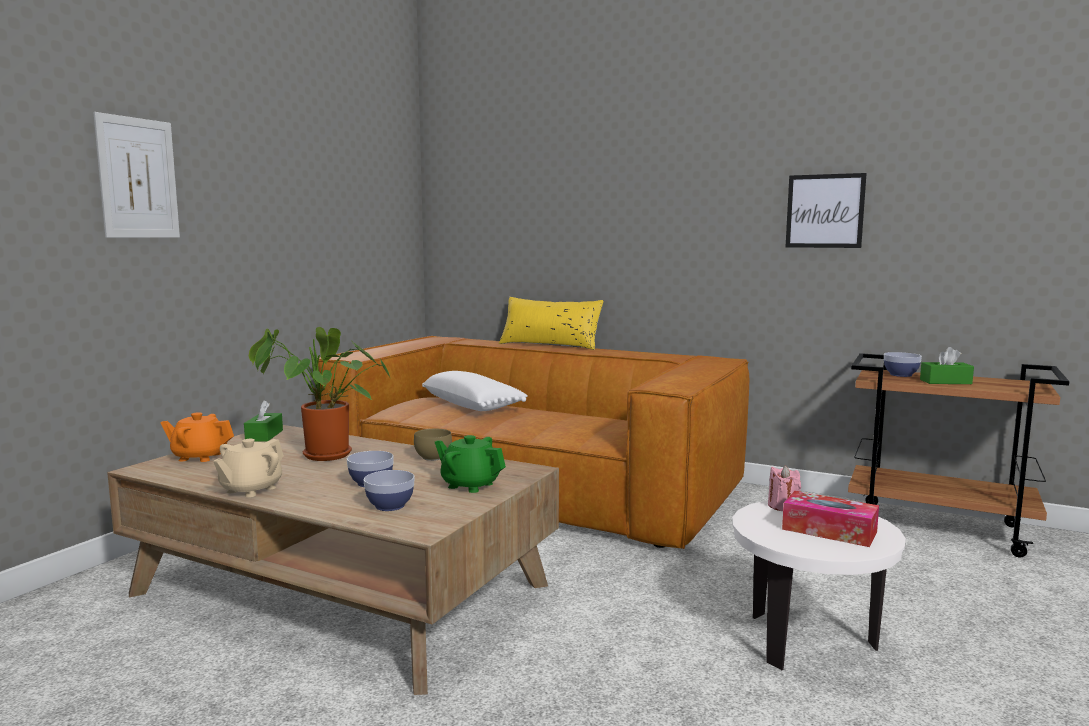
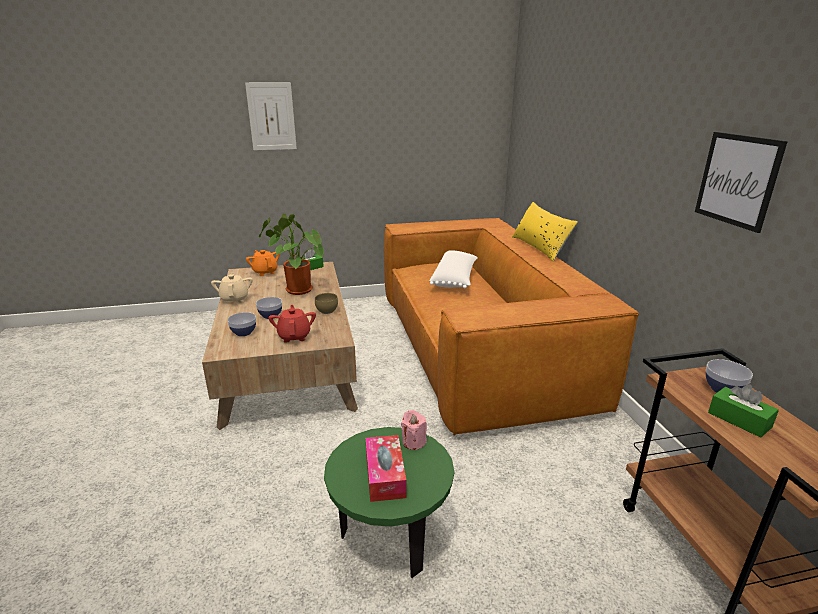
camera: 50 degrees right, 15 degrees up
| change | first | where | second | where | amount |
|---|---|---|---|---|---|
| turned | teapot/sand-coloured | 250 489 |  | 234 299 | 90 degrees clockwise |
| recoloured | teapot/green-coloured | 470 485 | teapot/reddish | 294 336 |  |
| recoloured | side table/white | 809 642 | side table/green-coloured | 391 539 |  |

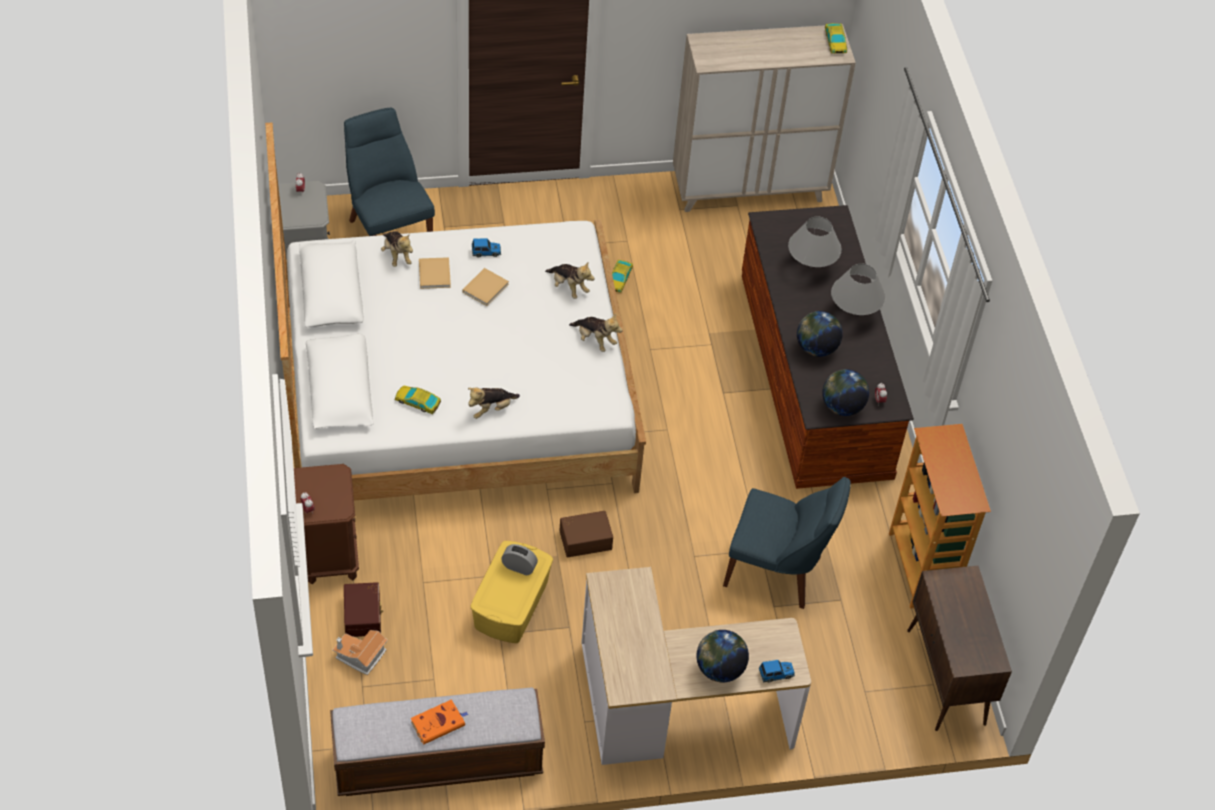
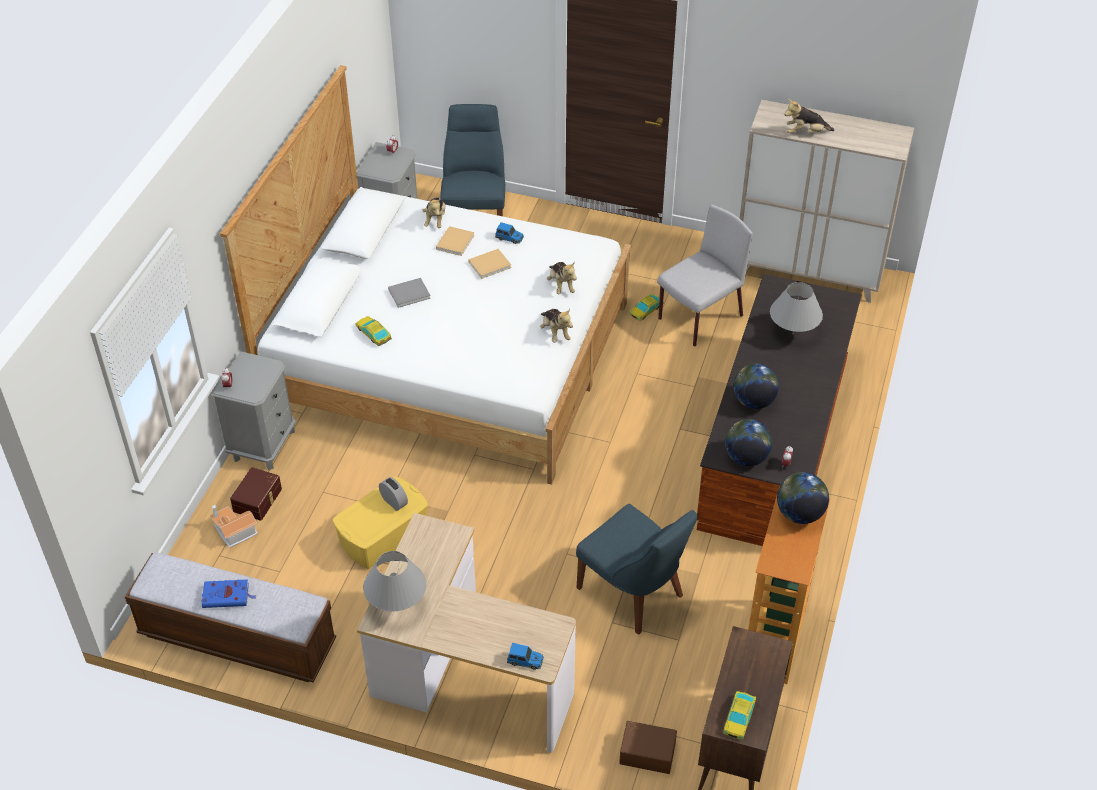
camera: 30 degrees right, 5 degrees down
| change | first | where | second | where | amount |
|---|---|---|---|---|---|
| recoloured | bound book/orangey | 439 723 | bound book/bluish | 227 596 |  |
| recoloured | night table/brown | 329 555 | night table/greyish | 263 445 |  |
| moved | lamp for a table/greyish | 853 314 |  | 397 605 |  |
| added |  |  | bound book/greyish | 410 293 |  |
| moved | storage container/brown | 585 539 |  | 647 752 |  |
| added |  |  | chair/greyish | 699 318 |  |
| moved | model car | 835 41 |  | 739 718 |  |
| moved | globe | 719 669 |  | 799 514 |  |
| moved | cuddly toy | 491 409 |  | 805 133 |  |

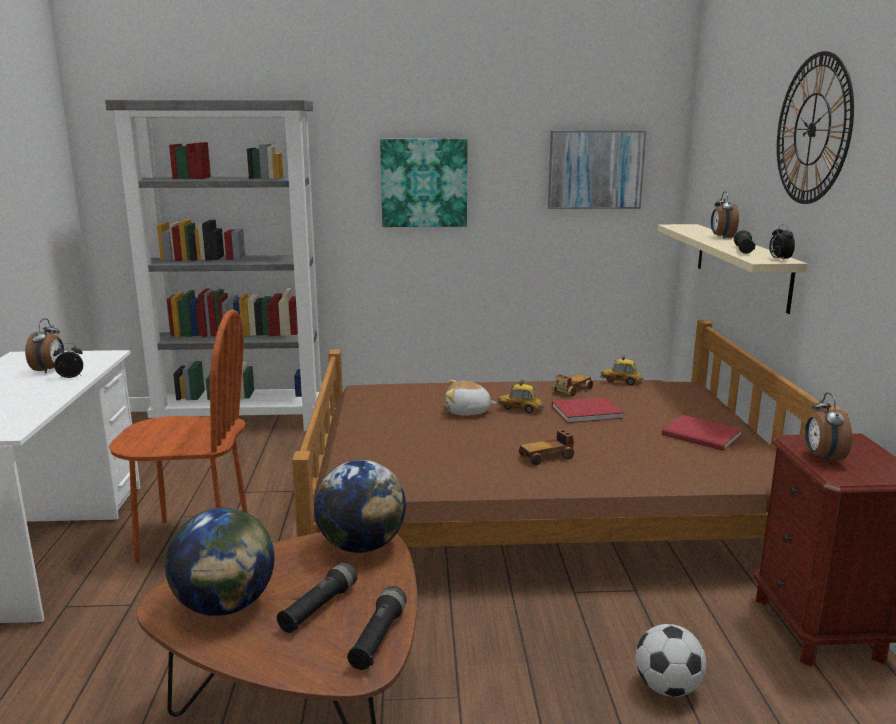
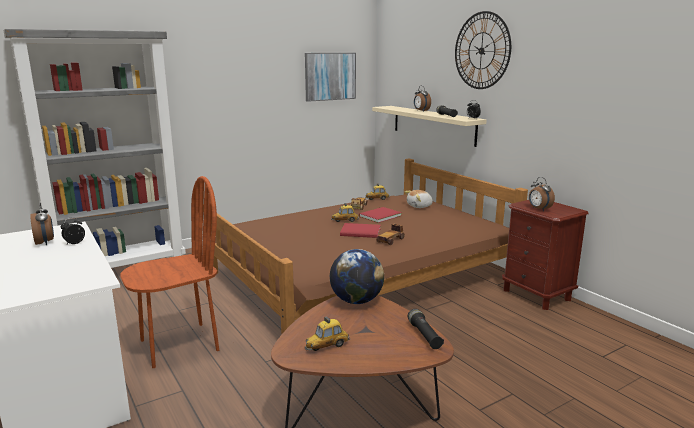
camera: 30 degrees left, 0 degrees up
| change | first | where | second | where | amount |
|---|---|---|---|---|---|
| replaced | globe | 225 606 | model car | 327 346 |  |
| moved | bound book/reddish | 702 436 |  | 361 232 |  |
| moved | cuddly toy | 468 412 |  | 419 206 |  |
| removed | torch/blackish | 318 608 |  |  |  |
| removed | wall picture | 424 183 |  |  |  |
| removed | football ball | 667 688 |  |  |  |

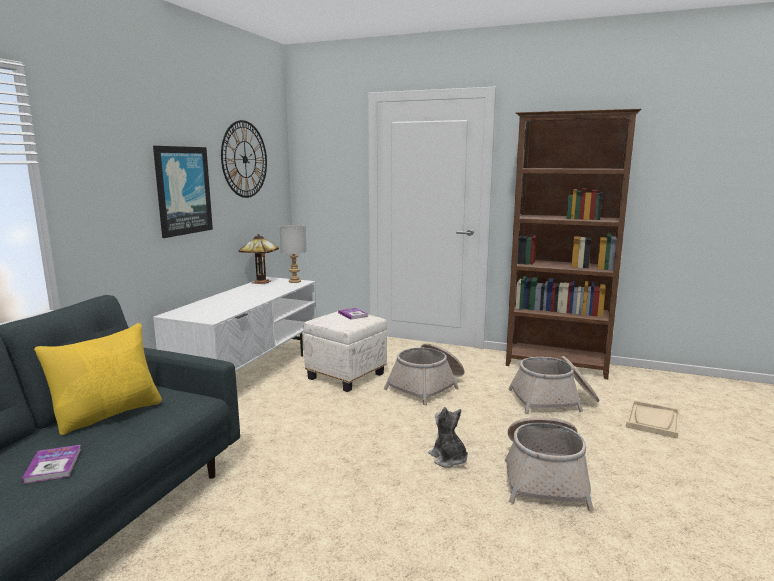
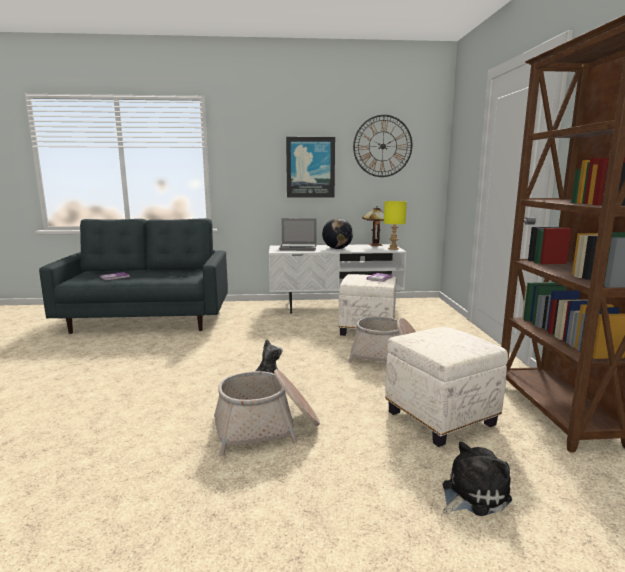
camera: 65 degrees right, 0 degrees up
| change | first | where | second | where | amount |
|---|---|---|---|---|---|
| added |  |  | laptop | 299 248 |  |
| added |  |  | globe | 337 248 |  |
| recoloured | lamp for a table/greyish | 294 281 | lamp for a table/yellow-coloured | 393 249 |  |
| replaced | storage basket | 554 400 | ottoman/white | 440 419 |  |
| replaced | carrying tray/sand-coloured | 653 420 | cuddly toy | 472 494 |  |
| removed | throw pillow/yellow-coloured | 109 414 |  |  |  |

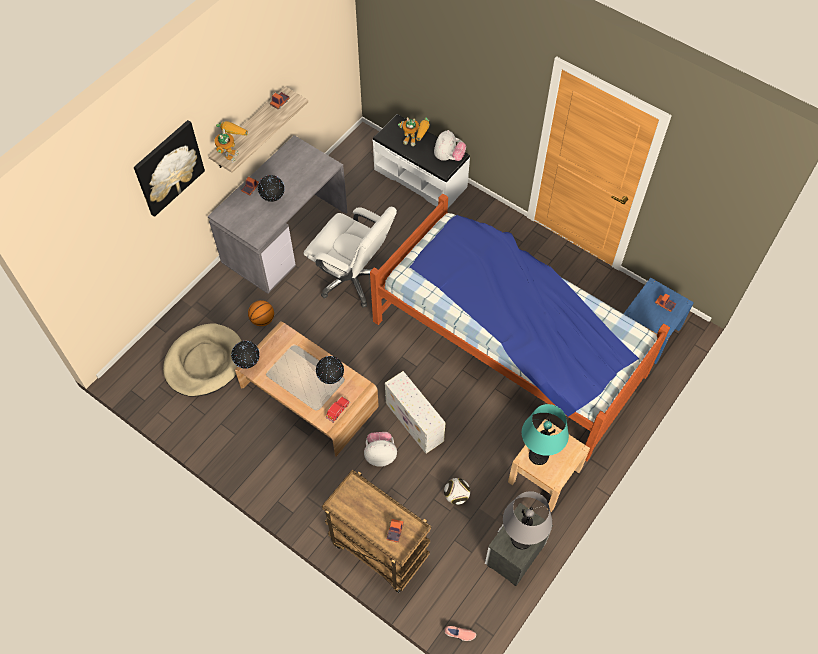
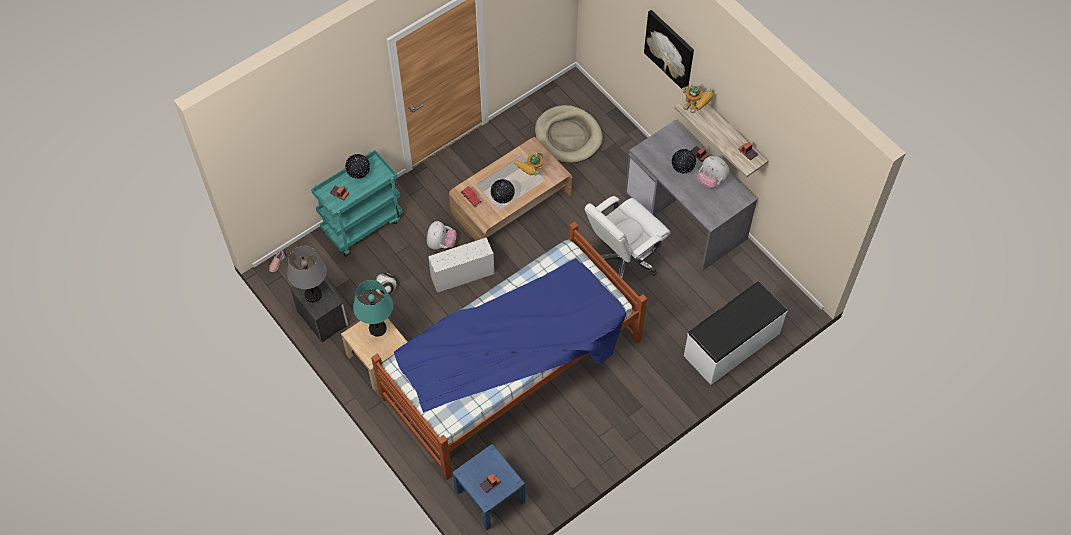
camera: 105 degrees right, 0 degrees up
| change | first | where | second | where | amount |
|---|---|---|---|---|---|
| recoloured | cart/brown | 377 549 | cart/turquoise | 362 225 |  |
| moved | globe | 247 363 |  | 359 175 |  |
| moved | robot figure | 415 141 |  | 531 175 |  |
| moved | cuddly toy | 448 157 |  | 711 181 |  |
| removed | basketball | 262 320 |  |  |  |

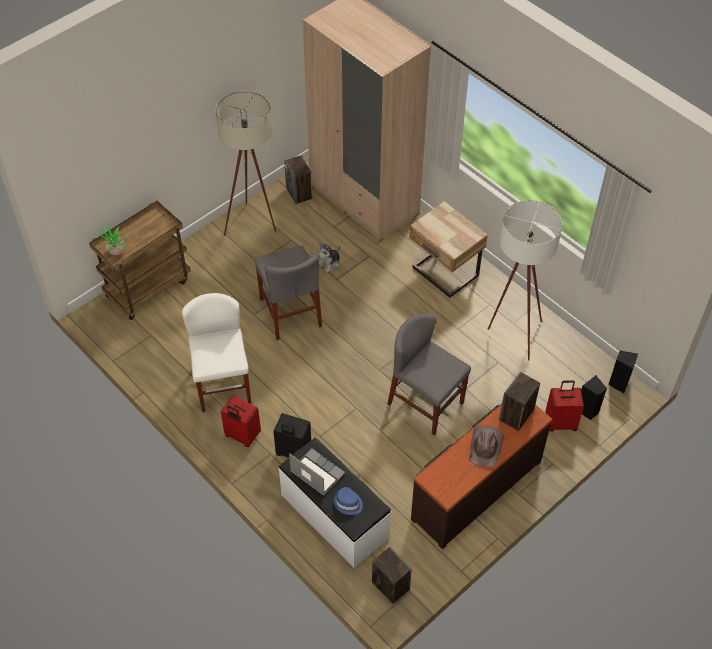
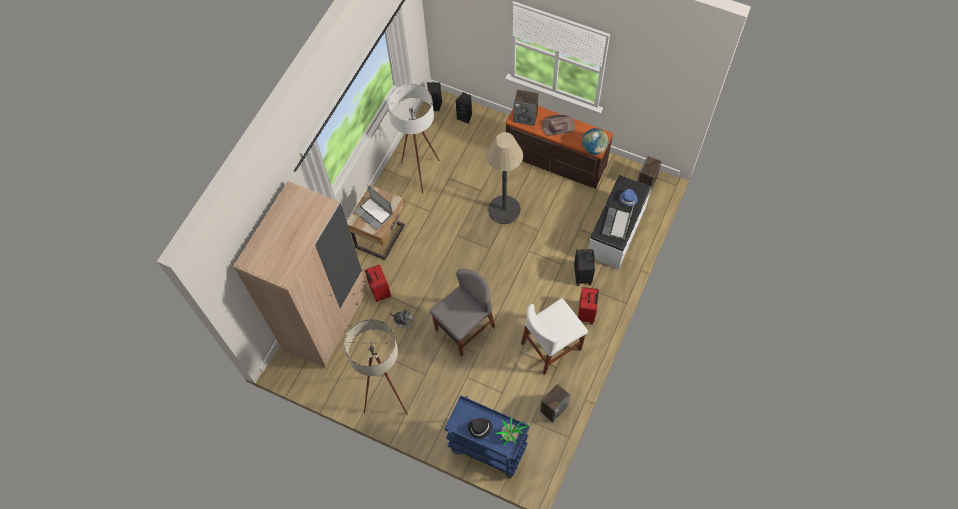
camera: 110 degrees left, 10 degrees up
| change | first | where | second | where | amount |
|---|---|---|---|---|---|
| added |  |  | laptop | 374 213 |  |
| moved | piece of luggage/reddish | 560 422 |  | 379 291 |  |
| recoloured | cart/brown | 148 287 | cart/bluish | 487 448 |  |
| added |  |  | hat/blackish | 480 428 |  |
| replaced | chair/greyish | 425 403 | standing lamp | 504 209 |  |
| moved | audio speaker | 299 193 |  | 554 408 |  |
| added |  |  | globe | 594 148 |  |

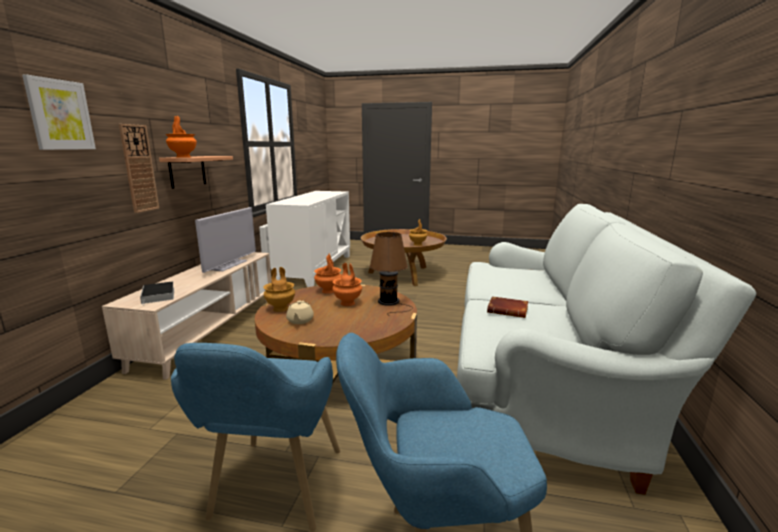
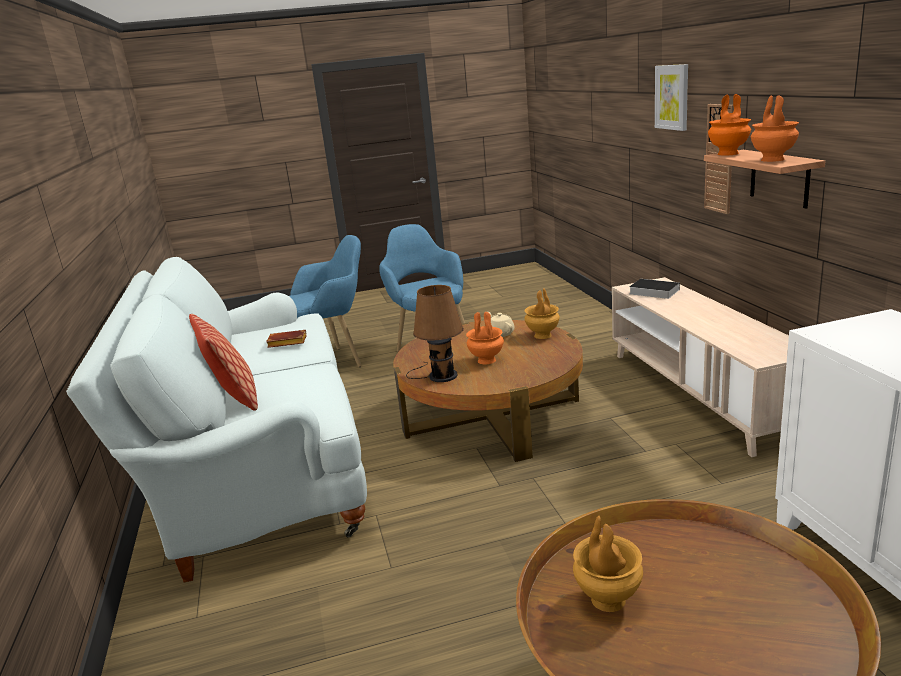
camera: 155 degrees right, 5 degrees up
| change | first | where | second | where | amount |
|---|---|---|---|---|---|
| added |  |  | throw pillow | 233 399 |  |
| moved | decorative vase/orangey | 328 291 |  | 772 159 |  |
| removed | television | 229 265 |  |  |  |

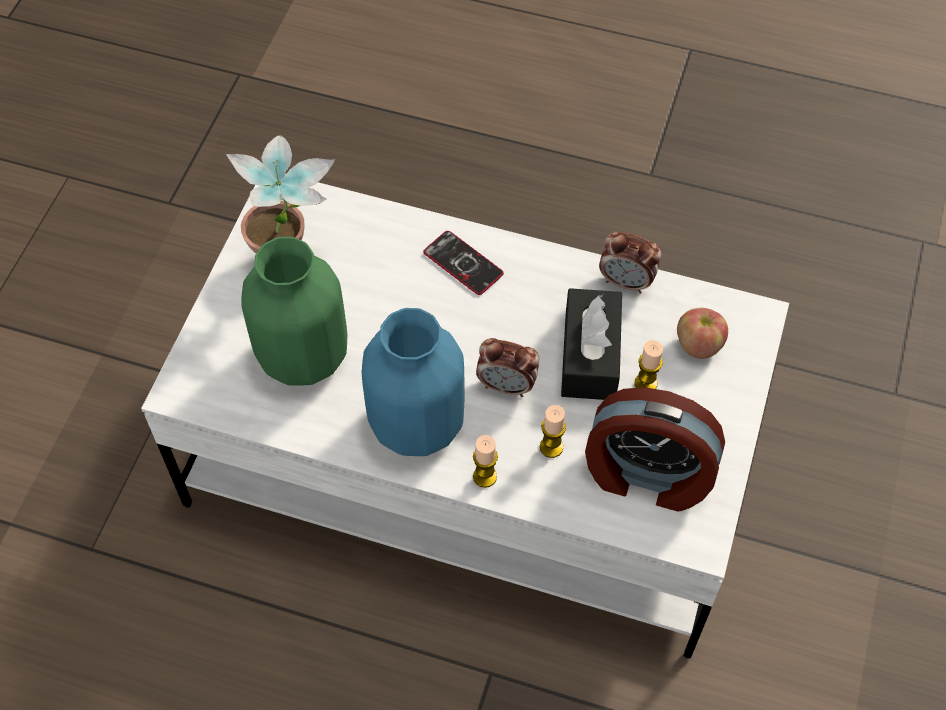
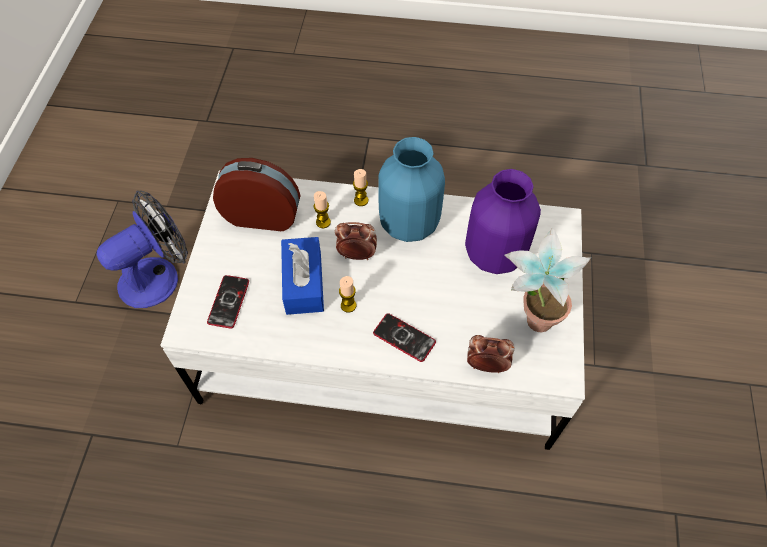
camera: 170 degrees right, 0 degrees up
| change | first | where | second | where | amount |
|---|---|---|---|---|---|
| added |  |  | cooling fan | 158 276 |  |
| replaced | whole apple | 698 345 | telephone | 228 302 |  |
| recoloured | tissue box/blackish | 590 355 | tissue box/bluish | 304 283 |  |
| moved | candle | 645 383 |  | 348 305 |  |
| recoloured | decorative vase/green-coloured | 302 355 | decorative vase/purple | 495 254 |  |
| moved | bedside clock | 626 282 |  | 486 365 |  |

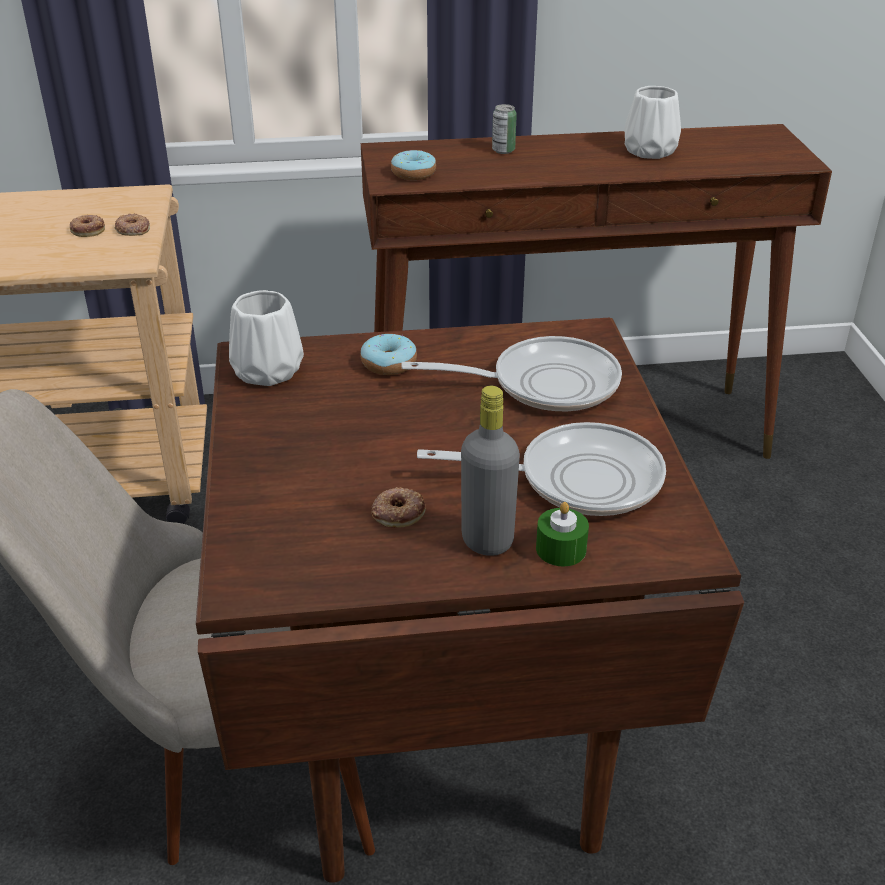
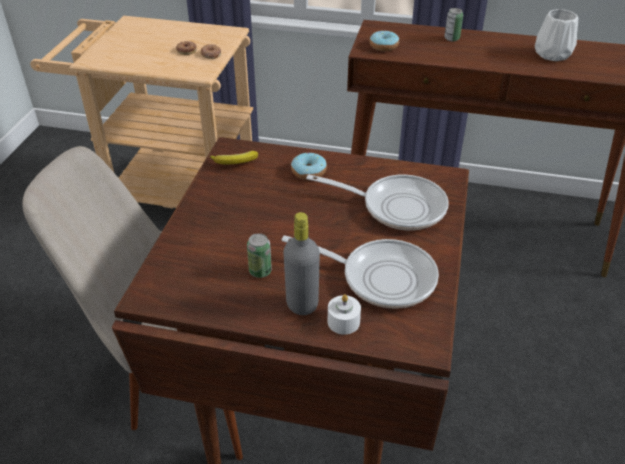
camera: 20 degrees right, 5 degrees up
| change | first | where | second | where | amount |
|---|---|---|---|---|---|
| replaced | decorative vase/white | 267 372 | banana | 235 162 |  |
| replaced | ring doughnut | 398 512 | metal can | 260 271 |  |
| recoloured | candle/green-coloured | 561 549 | candle/white | 343 322 |  |

